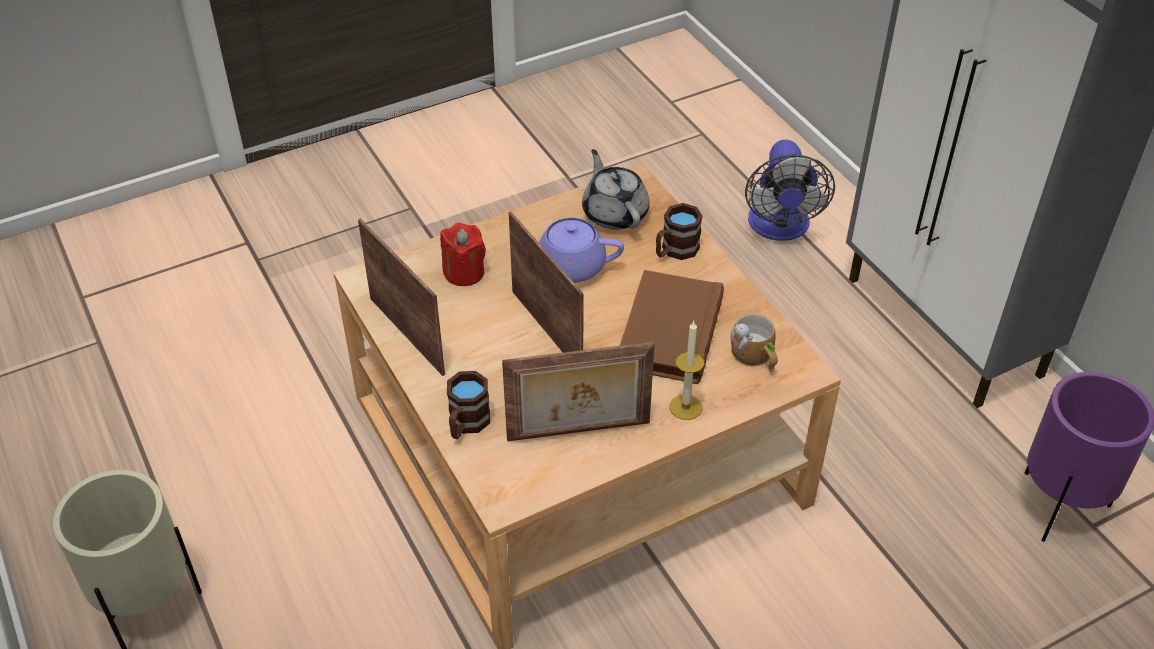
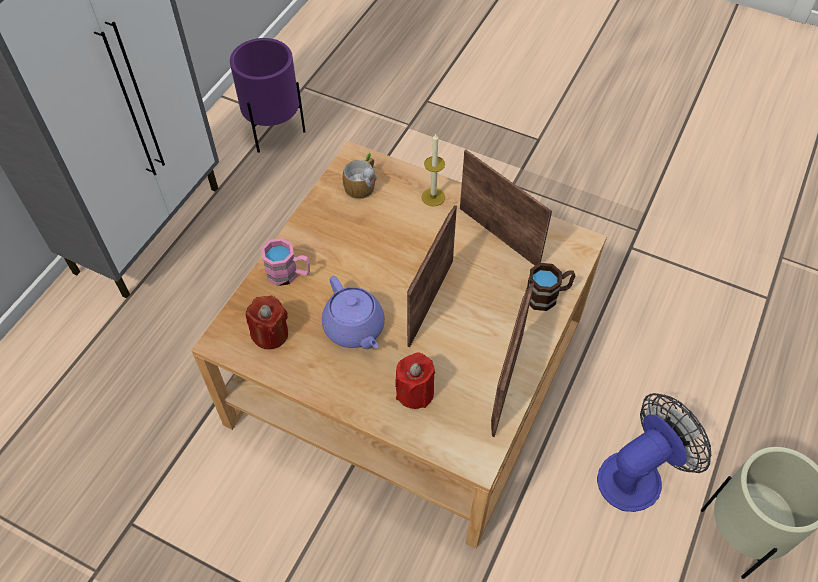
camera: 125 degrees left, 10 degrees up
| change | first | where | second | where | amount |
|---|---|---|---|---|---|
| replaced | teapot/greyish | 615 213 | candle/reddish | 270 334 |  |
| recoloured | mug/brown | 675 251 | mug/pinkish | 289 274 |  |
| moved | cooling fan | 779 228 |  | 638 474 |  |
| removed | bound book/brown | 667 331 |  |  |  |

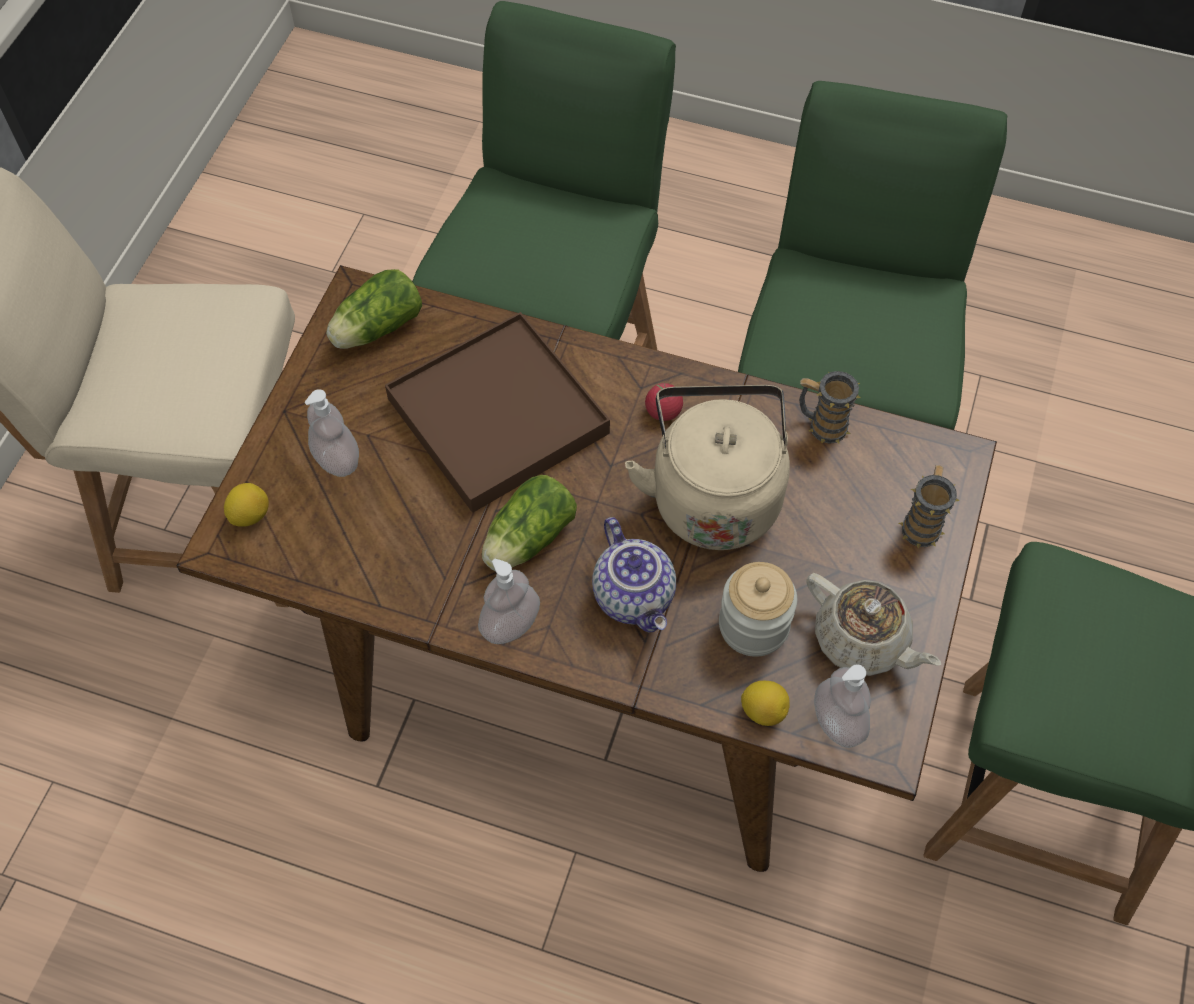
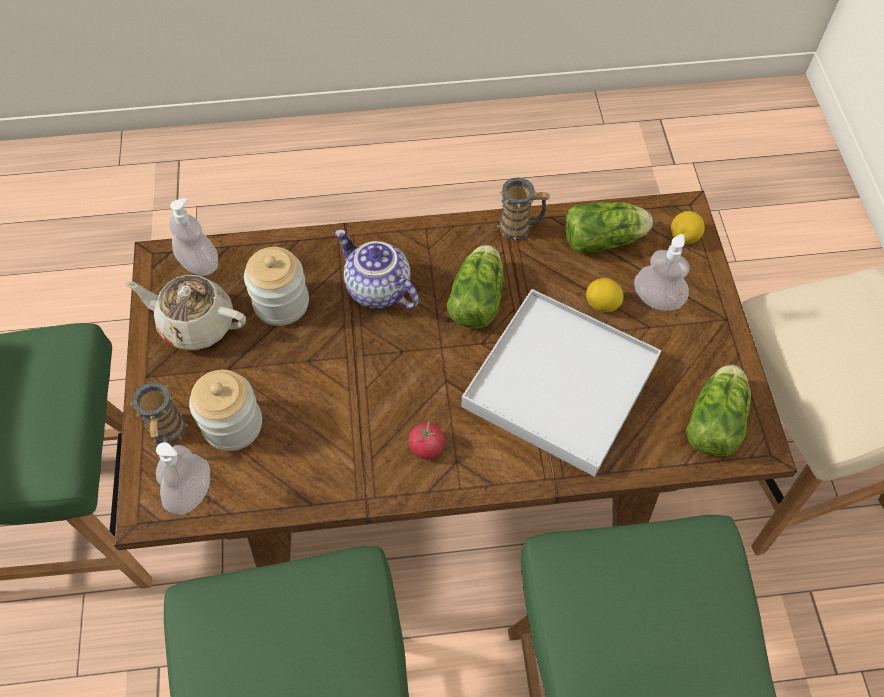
camera: 155 degrees right, 0 degrees up
| change | first | where | second | where | amount |
|---|---|---|---|---|---|
| moved | soap bottle | 510 624 |  | 191 492 |  |
| added |  |  | jar | 232 424 |  |
| recoloured | carrying tray/brown | 498 415 | carrying tray/white | 560 384 |  |
| moved | mug | 821 425 |  | 520 227 |  |
| added |  |  | head of lettuce | 605 239 |  |
| moved | whole lemon | 763 711 |  | 602 304 |  |
| removed | water kettle/sand-coloured | 713 495 |  |  |  |

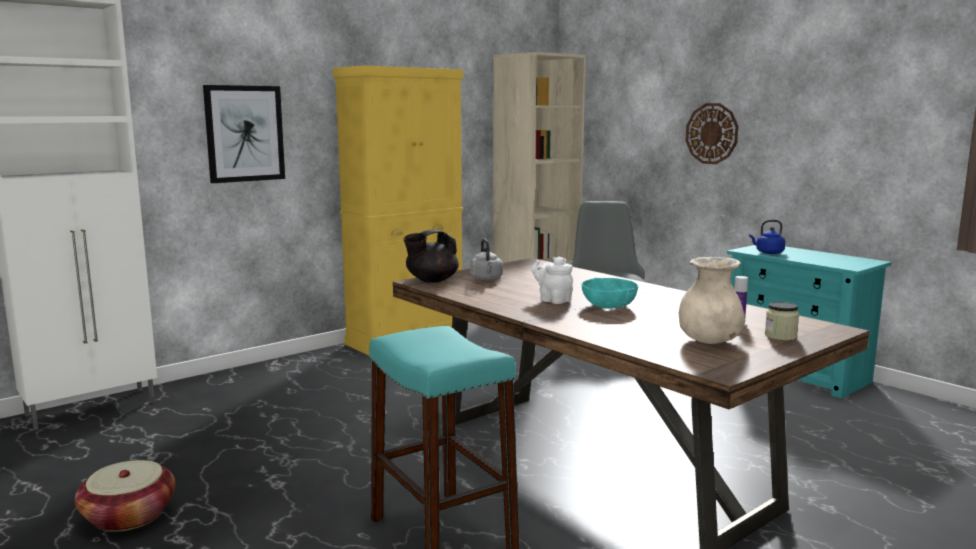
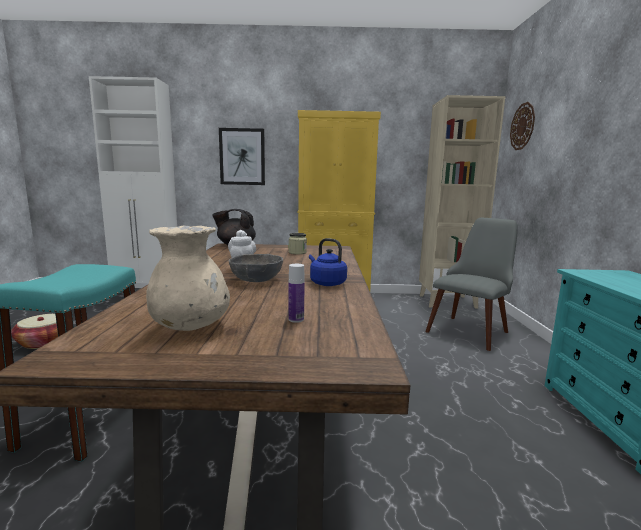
camera: 40 degrees right, 0 degrees up
| change | first | where | second | where | amount |
|---|---|---|---|---|---|
| recoloured | deep dish/turquoise | 608 306 | deep dish/greyish | 256 280 |  |
| moved | jar | 780 336 |  | 297 252 |  |
| moved | water kettle/bluish | 768 253 |  | 326 283 |  |
| moved | wall clock | 712 133 |  | 522 126 |  |
| removed | water kettle/greyish | 487 279 |  |  |  |

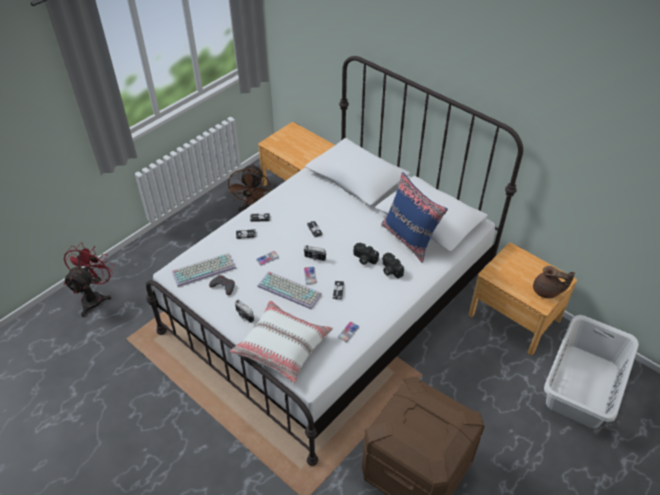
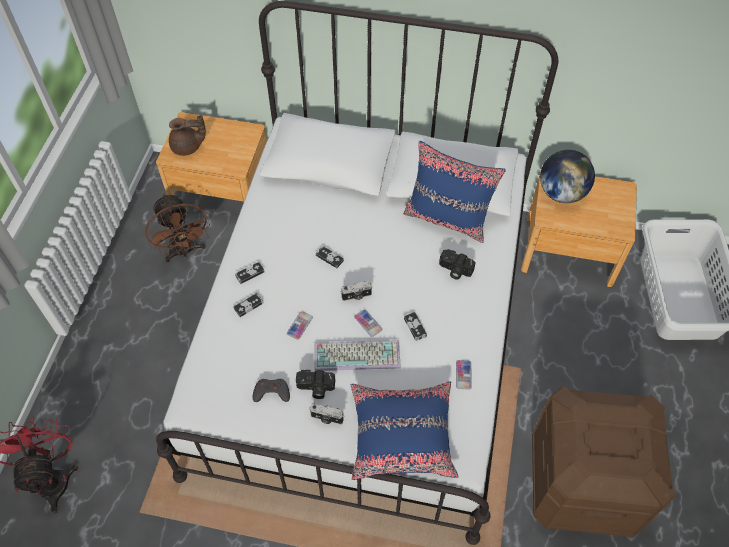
camera: 30 degrees left, 10 degrees up
| change | first | where | second | where | amount |
|---|---|---|---|---|---|
| moved | teapot/brown | 547 291 |  | 188 147 |  |
| moved | still camera | 364 259 |  | 315 388 |  |
| recoloured | throw pillow/white | 282 347 | throw pillow/bluish | 402 435 |  |
| added |  |  | globe | 561 193 |  |
| removed | keyboard | 204 269 |  |  |  |

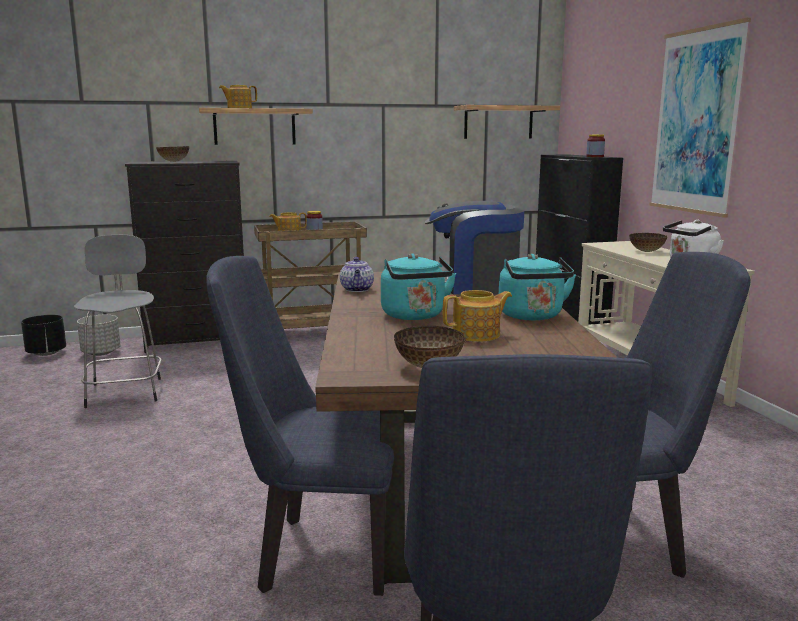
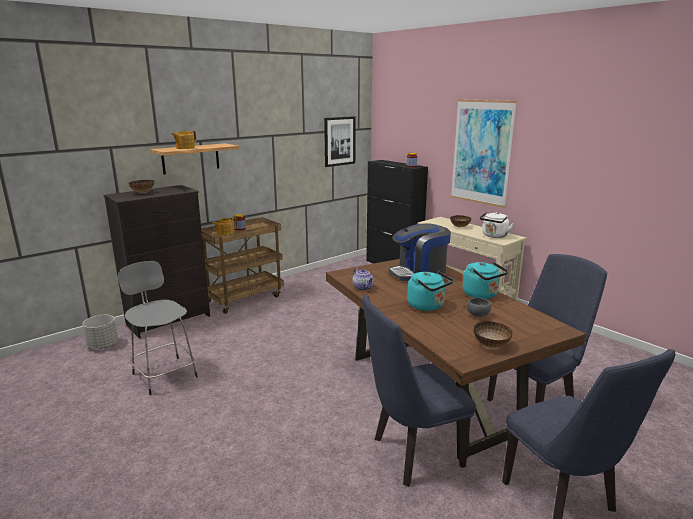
camera: 25 degrees left, 5 degrees up
| change | first | where | second | where | amount |
|---|---|---|---|---|---|
| replaced | bracket shelf | 498 122 | wall picture | 339 141 |  |
| replaced | teapot | 477 335 | deep dish/greyish | 478 315 |  |
| removed | planter/blackish | 47 353 |  |  |  |

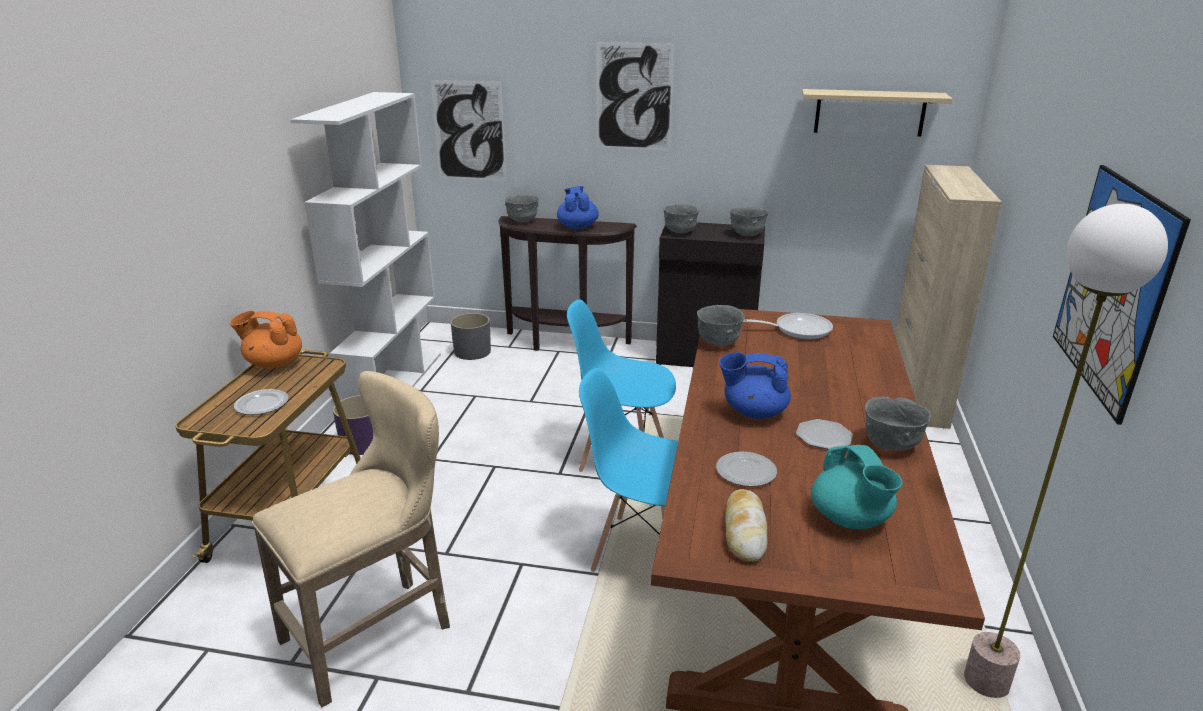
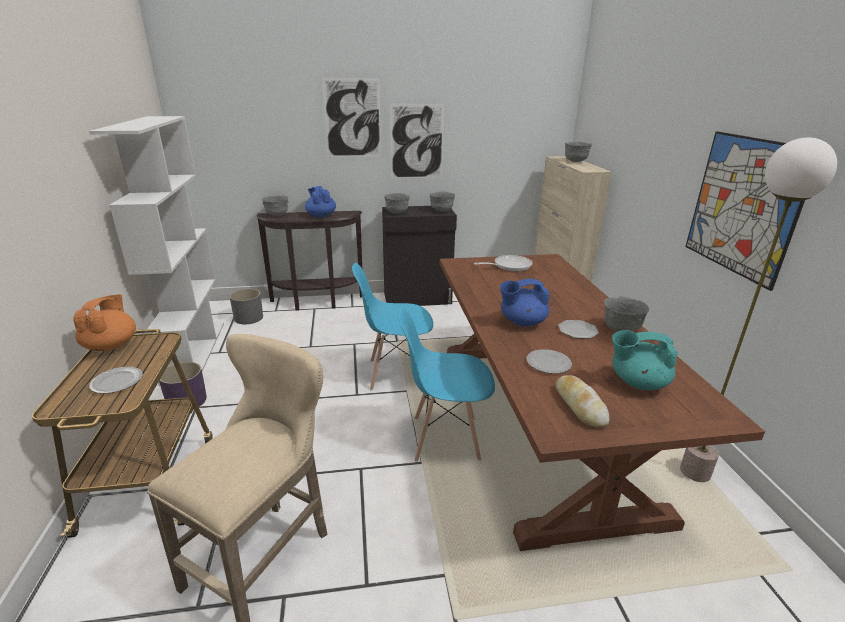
camera: 20 degrees left, 0 degrees up
| change | first | where | second | where | amount |
|---|---|---|---|---|---|
| turned | teapot/orangey | 273 363 |  | 111 345 | 105 degrees clockwise |
| moved | wall picture | 469 131 |  | 416 142 |  |
| moved | deep dish/greyish | 718 343 |  | 575 161 |  |
| turned | teapot/turquoise | 850 519 |  | 637 382 | 135 degrees clockwise |
| removed | bracket shelf/sand-coloured | 869 112 |  |  |  |

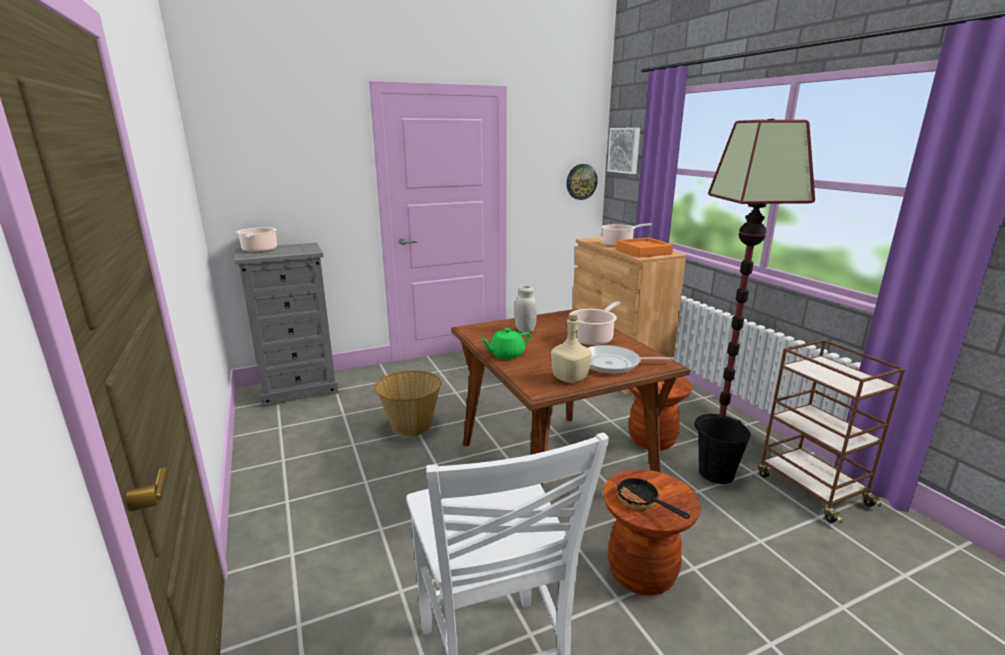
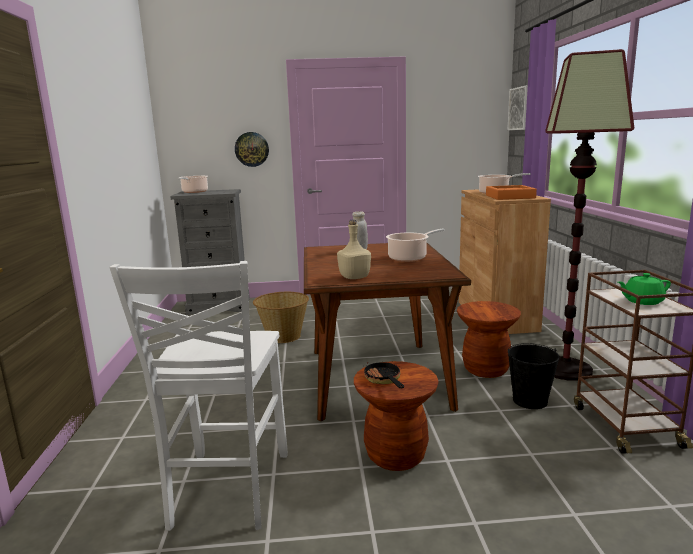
camera: 20 degrees right, 5 degrees down
| change | first | where | second | where | amount |
|---|---|---|---|---|---|
| moved | wall clock | 581 181 |  | 252 149 |  |
| moved | teapot/green-coloured | 506 354 |  | 642 301 |  |
| removed | frying pan | 613 364 |  |  |  |

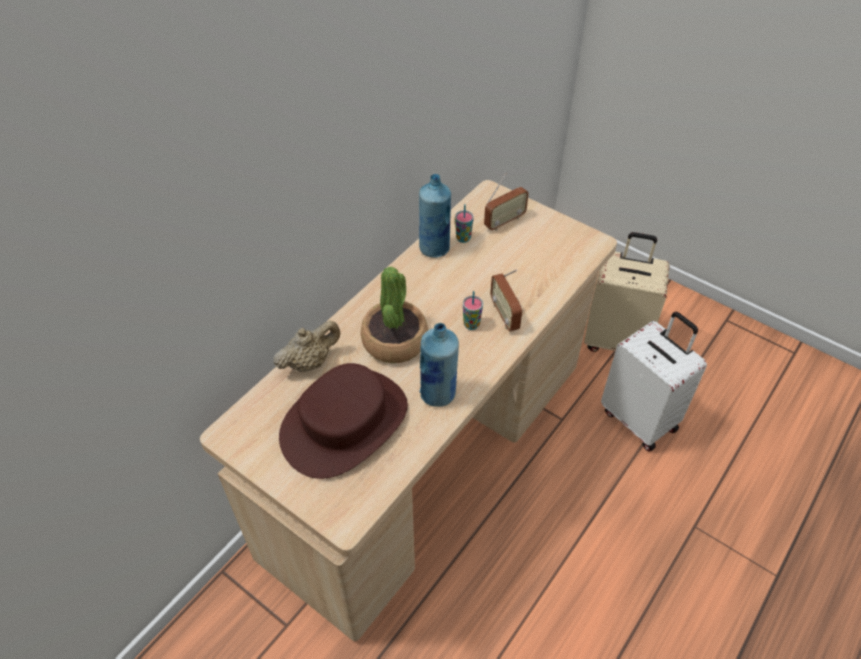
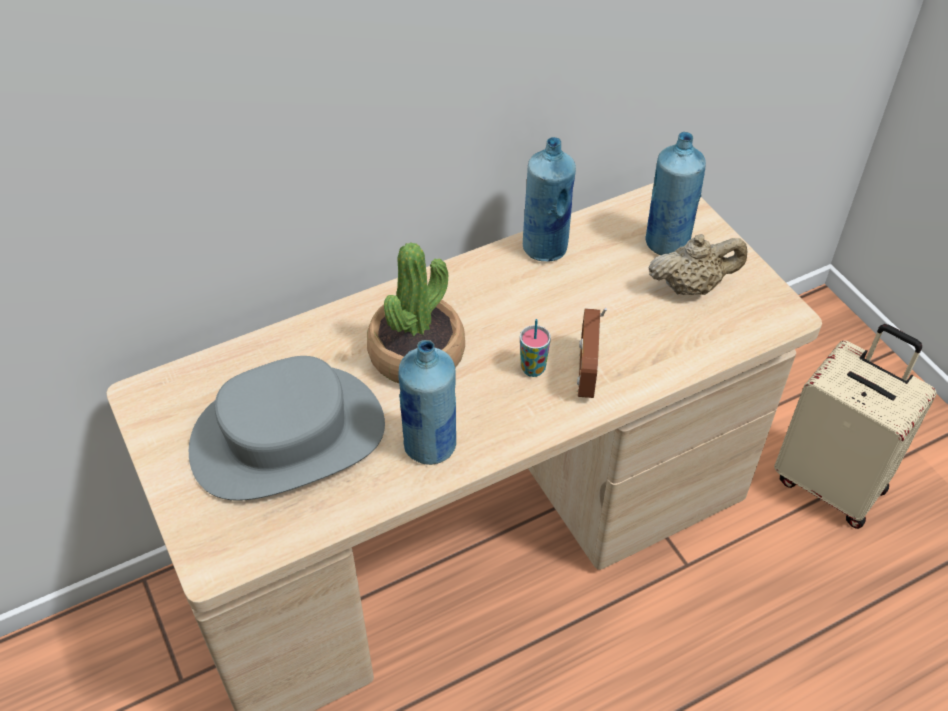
camera: 25 degrees right, 0 degrees up
| change | first | where | second | where | amount |
|---|---|---|---|---|---|
| recoloured | hat/brown | 345 423 | hat/greyish | 288 438 |  |
| replaced | radio set | 504 222 | bottle/bluish | 667 243 |  |
| moved | teapot/sand-coloured | 309 362 |  | 691 286 |  |
| removed | drinking cup | 463 238 |  |  |  |
| removed | piece of luggage/white | 640 419 |  |  |  |

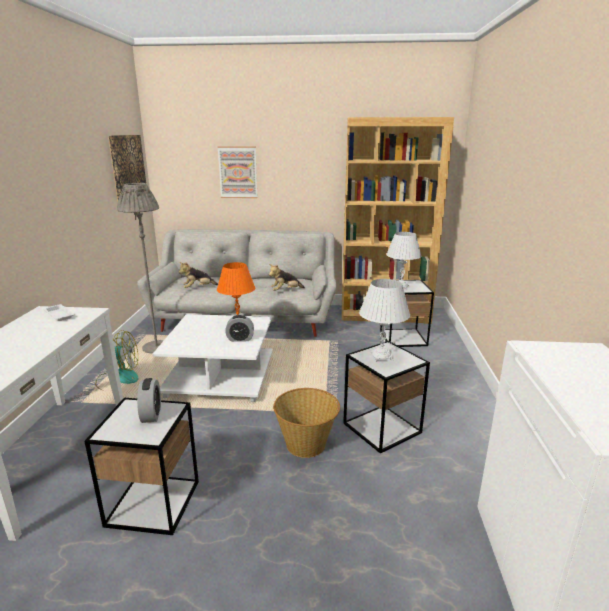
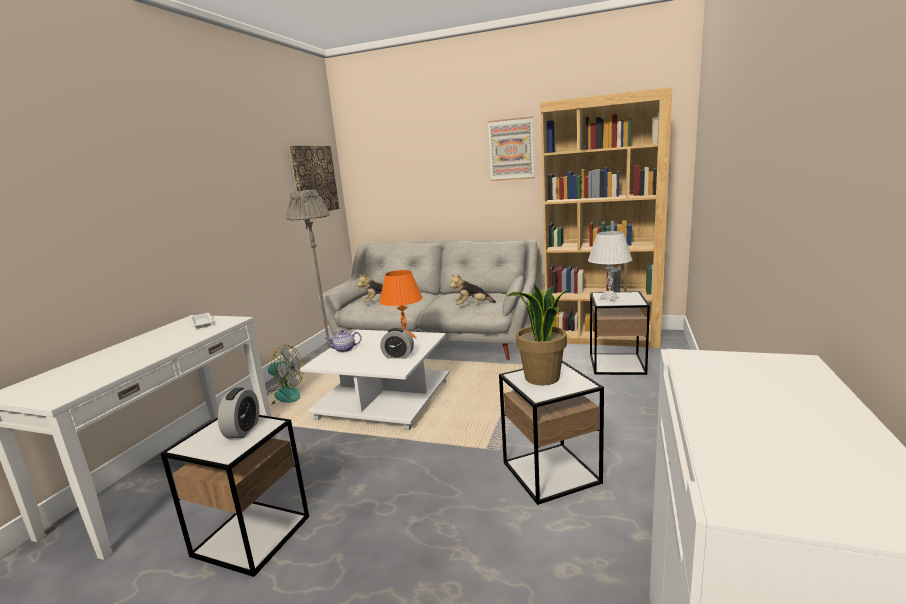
camera: 15 degrees right, 5 degrees down
| change | first | where | second | where | amount |
|---|---|---|---|---|---|
| added |  |  | teapot | 345 349 |  |
| moved | wall picture | 238 172 |  | 511 149 |  |
| replaced | lamp for a table/white | 381 356 | houseplant | 542 378 |  |
| removed | storage basket | 306 444 |  |  |  |

